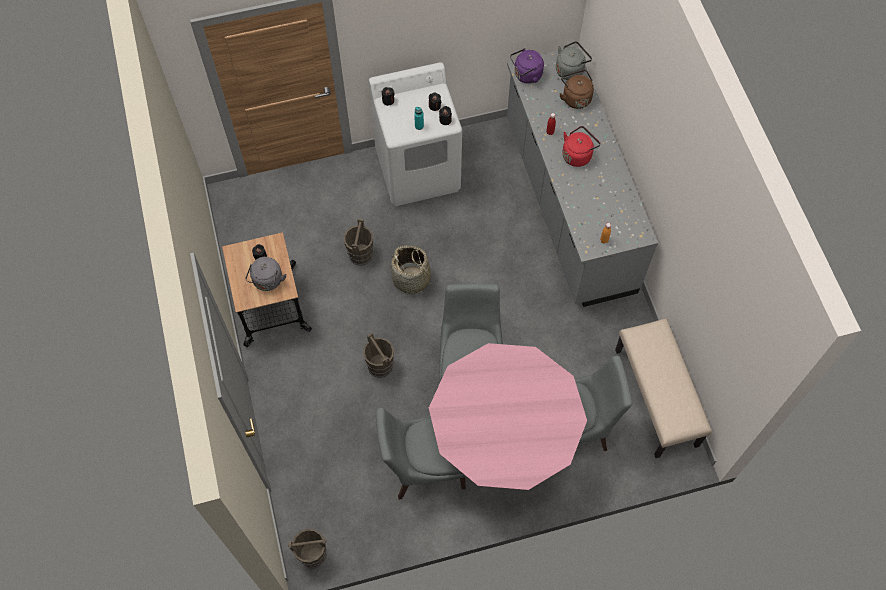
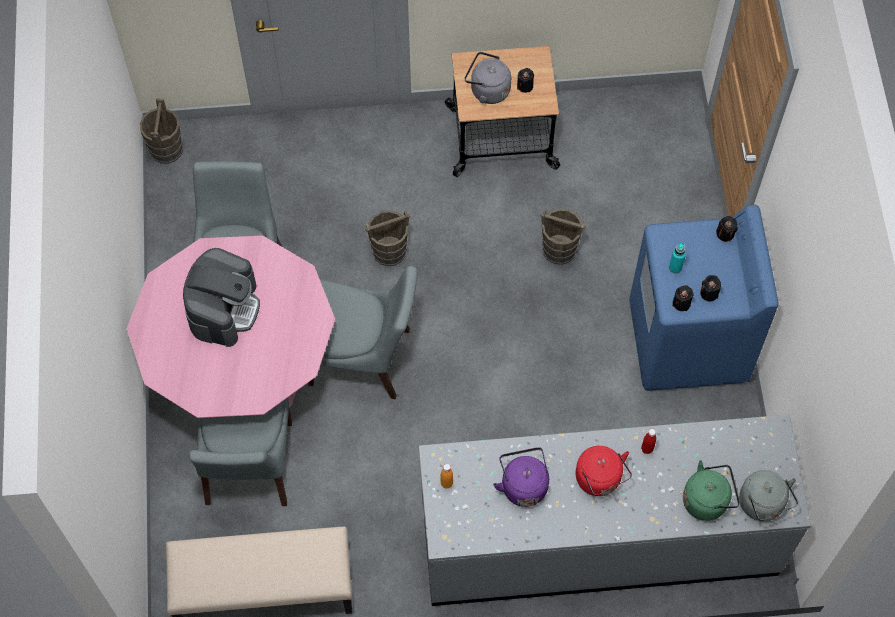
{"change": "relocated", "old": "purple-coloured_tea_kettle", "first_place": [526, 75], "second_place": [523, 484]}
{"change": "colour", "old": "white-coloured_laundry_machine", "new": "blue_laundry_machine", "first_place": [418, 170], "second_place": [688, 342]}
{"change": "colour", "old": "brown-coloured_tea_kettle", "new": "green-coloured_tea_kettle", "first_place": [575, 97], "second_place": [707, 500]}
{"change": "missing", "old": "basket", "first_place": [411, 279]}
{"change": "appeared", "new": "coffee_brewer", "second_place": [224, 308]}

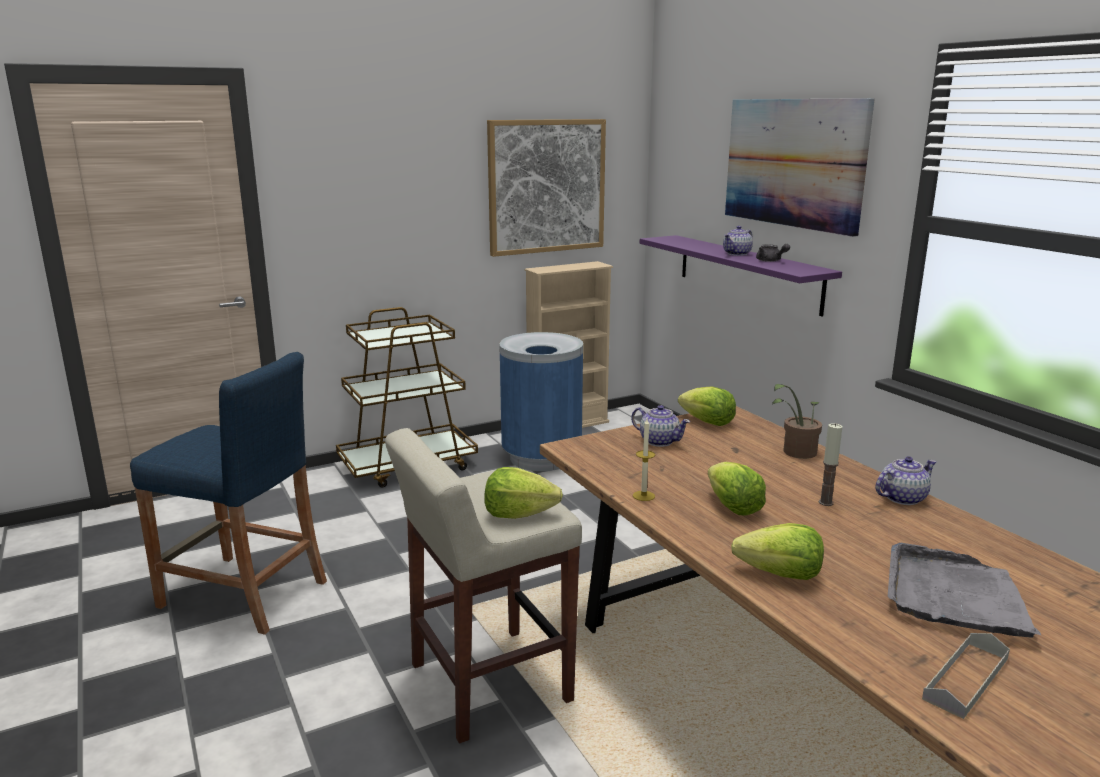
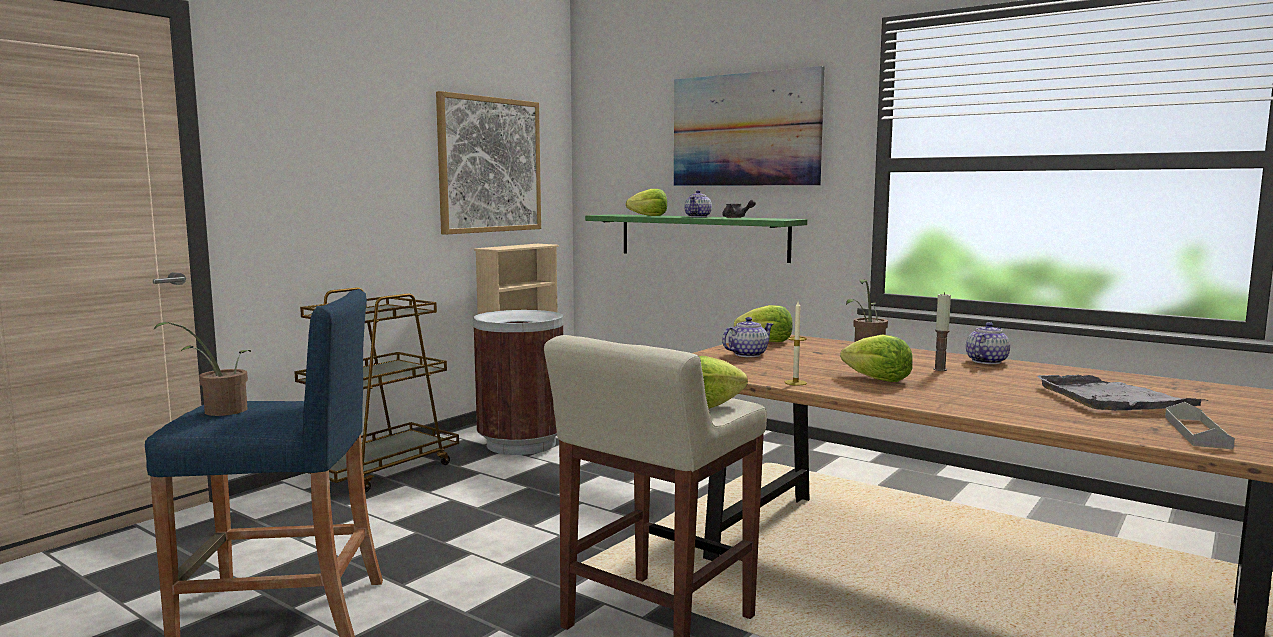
{"change": "colour", "old": "purple-coloured_wall_shelf", "new": "green-coloured_wall_shelf", "first_place": [747, 272], "second_place": [702, 237]}
{"change": "colour", "old": "blue_waste_bin", "new": "brown-coloured_waste_bin", "first_place": [541, 458], "second_place": [521, 444]}
{"change": "spun", "old": "teapot", "first_place": [659, 441], "second_place": [747, 354], "degrees": -45}
{"change": "relocated", "old": "lettuce_head", "first_place": [780, 574], "second_place": [649, 216]}
{"change": "appeared", "new": "houseplant", "second_place": [219, 411]}

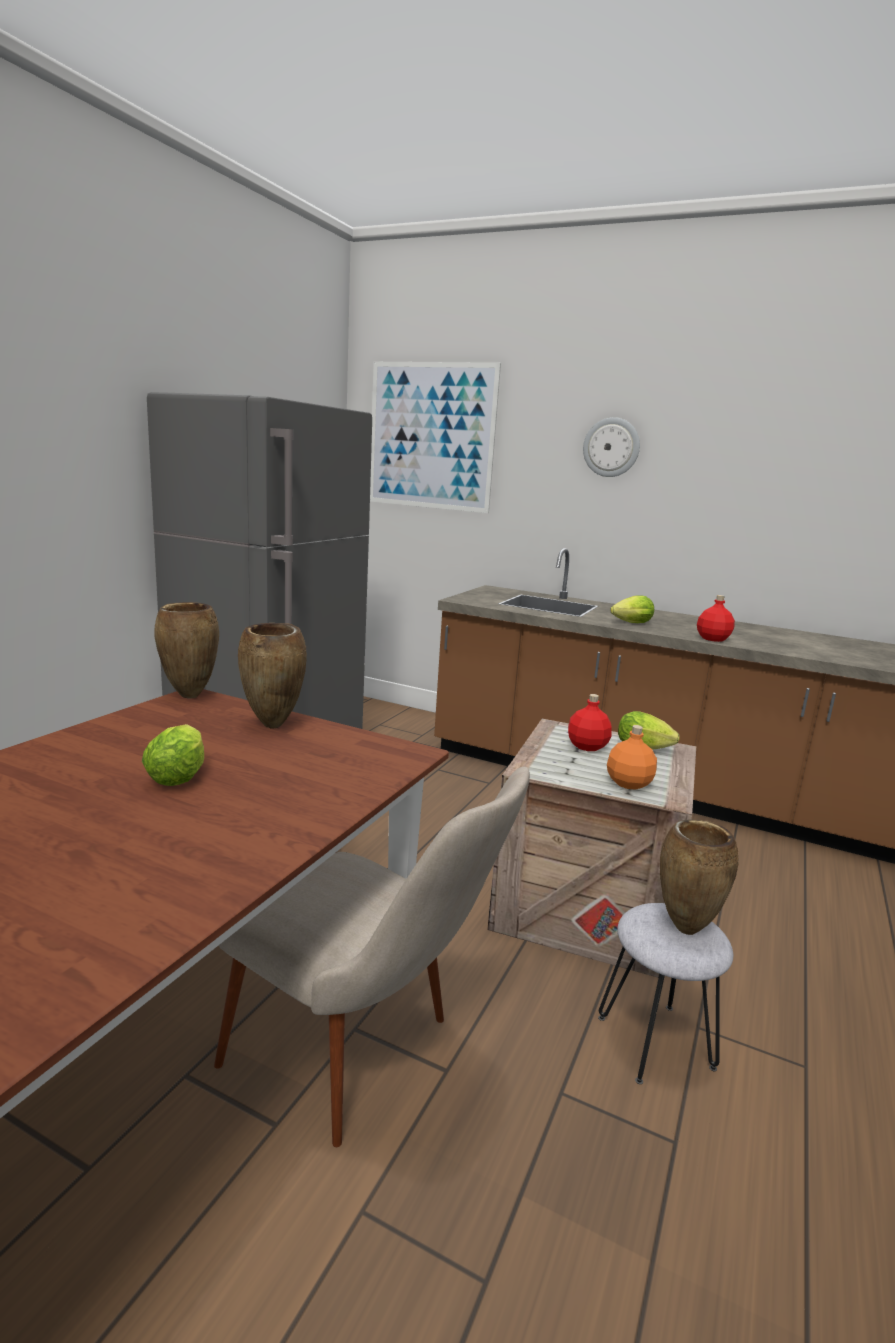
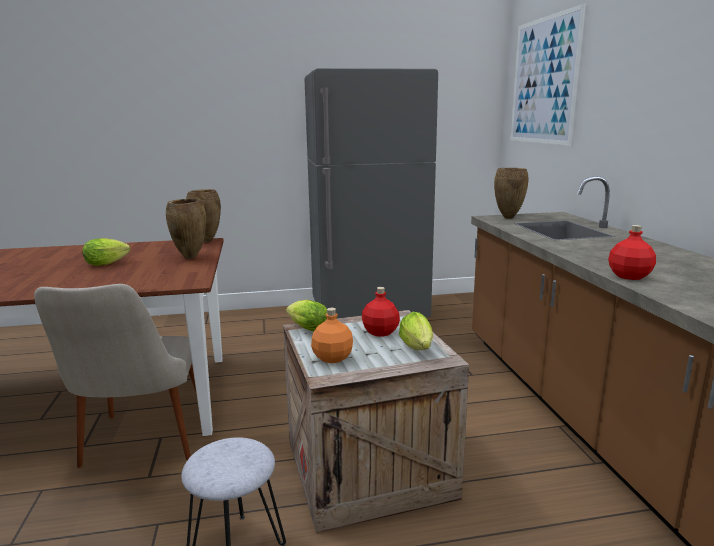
{"change": "missing", "old": "hanging_clock", "first_place": [611, 447]}
{"change": "relocated", "old": "lettuce_head", "first_place": [629, 623], "second_place": [306, 329]}
{"change": "relocated", "old": "brown-coloured_flower_vase", "first_place": [684, 928], "second_place": [508, 218]}

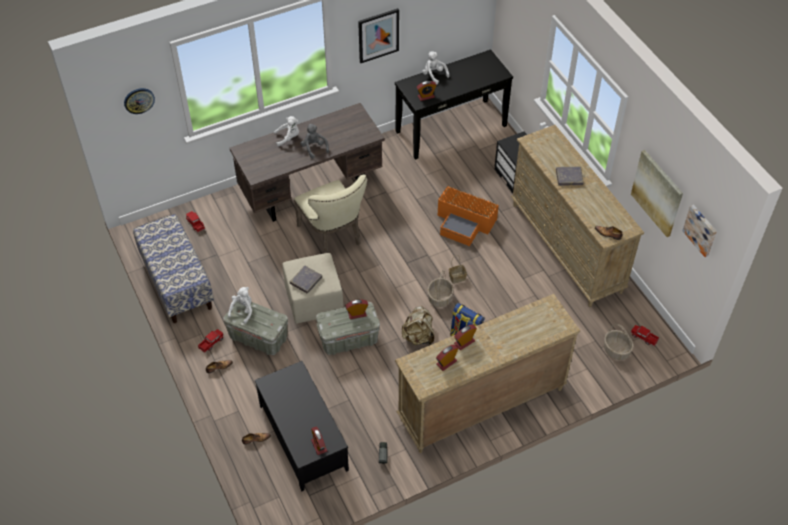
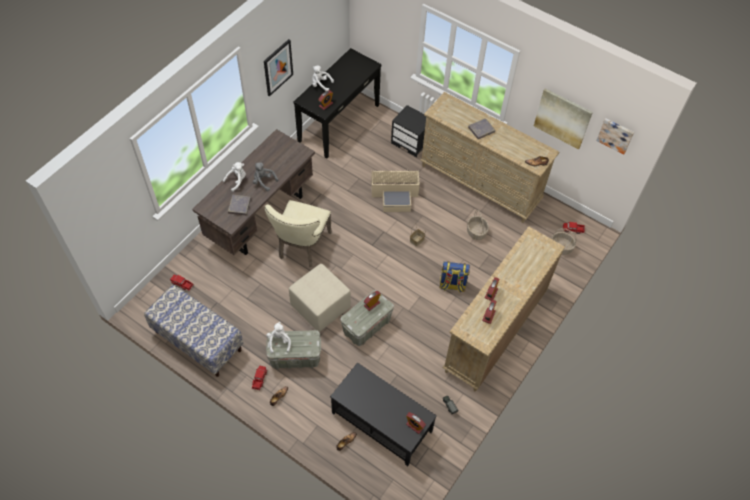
{"change": "missing", "old": "hanging_clock", "first_place": [139, 100]}
{"change": "spun", "old": "beige_plain_chair", "first_place": [333, 236], "second_place": [302, 247], "degrees": 75}
{"change": "colour", "old": "orange-coloured_storage_bin", "new": "beige_storage_bin", "first_place": [465, 222], "second_place": [395, 194]}
{"change": "relocated", "old": "grey_bound_book", "first_place": [306, 281], "second_place": [239, 206]}
{"change": "relocated", "old": "basket", "first_place": [440, 298], "second_place": [476, 232]}
{"change": "missing", "old": "beige_backpack", "first_place": [418, 336]}

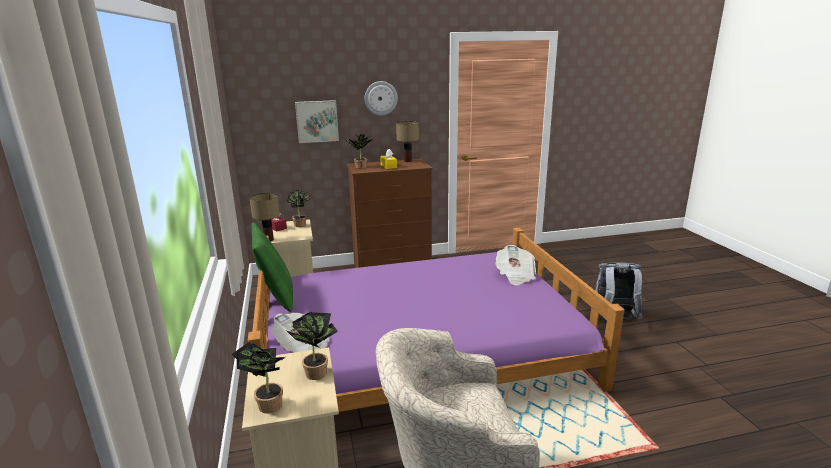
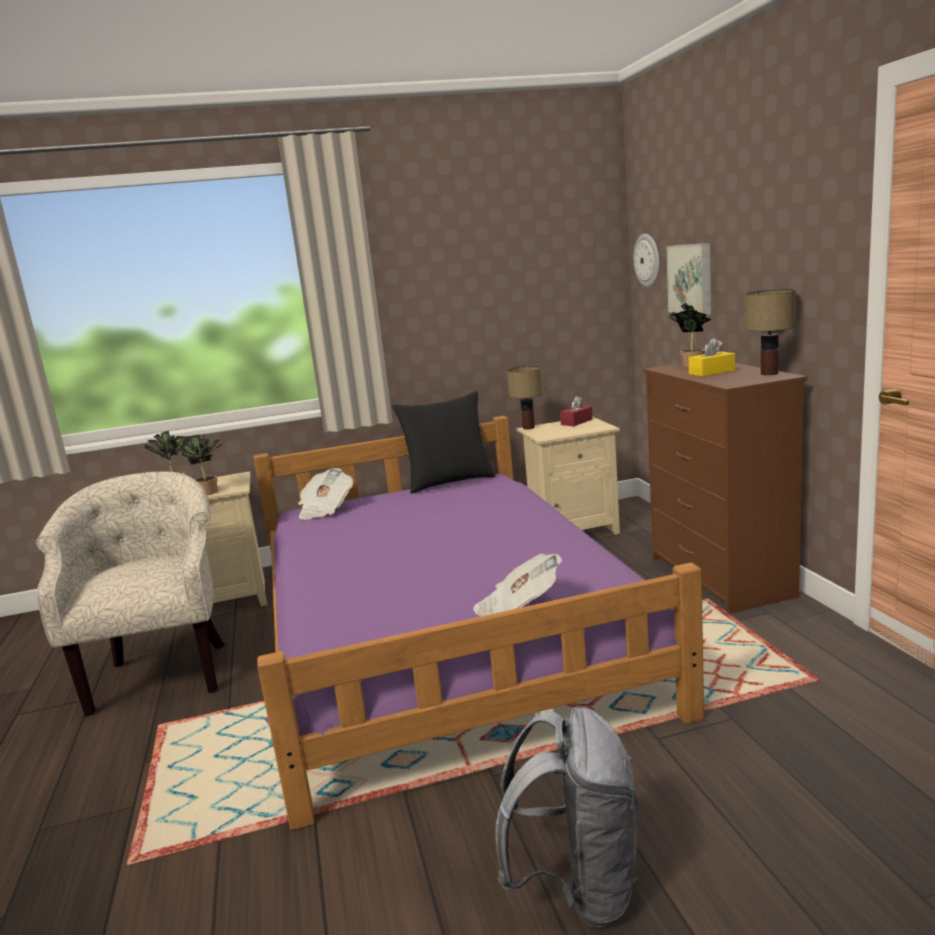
{"change": "relocated", "old": "hanging_clock", "first_place": [380, 98], "second_place": [647, 260]}
{"change": "missing", "old": "houseplant", "first_place": [302, 225]}
{"change": "colour", "old": "green-coloured_throw_pillow", "new": "black-coloured_throw_pillow", "first_place": [276, 296], "second_place": [449, 482]}

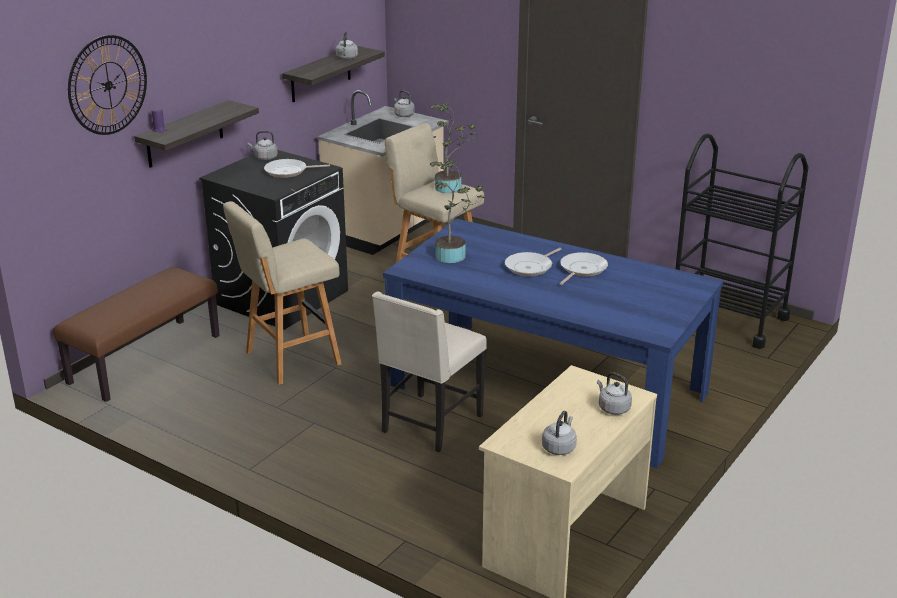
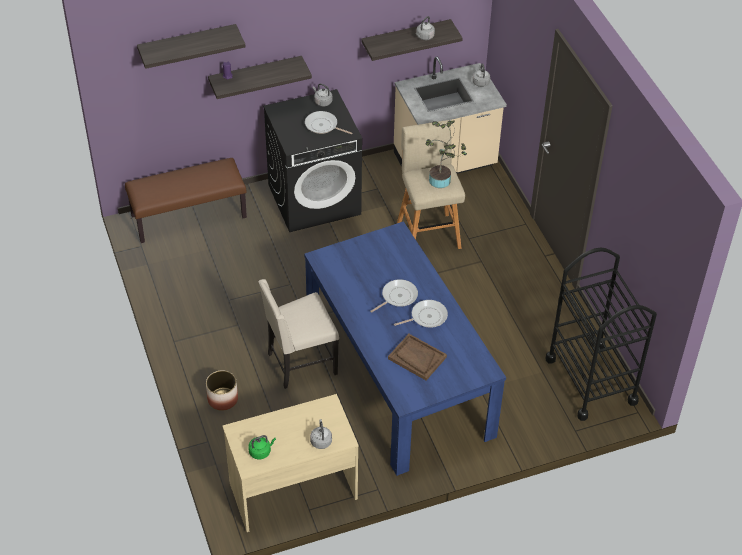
{"change": "exchanged", "old": "hanging_clock", "new": "wall_shelf", "first_place": [108, 85], "second_place": [188, 45]}
{"change": "missing", "old": "houseplant", "first_place": [454, 255]}
{"change": "missing", "old": "beige_sitting_stool", "first_place": [290, 359]}
{"change": "spun", "old": "pan", "first_place": [530, 267], "second_place": [397, 297], "degrees": 150}
{"change": "colour", "old": "grey_tea_kettle", "new": "green-coloured_tea_kettle", "first_place": [559, 447], "second_place": [261, 451]}
{"change": "appeared", "new": "brown-coloured_serving_tray", "second_place": [417, 358]}
{"change": "appeared", "new": "planter", "second_place": [222, 399]}

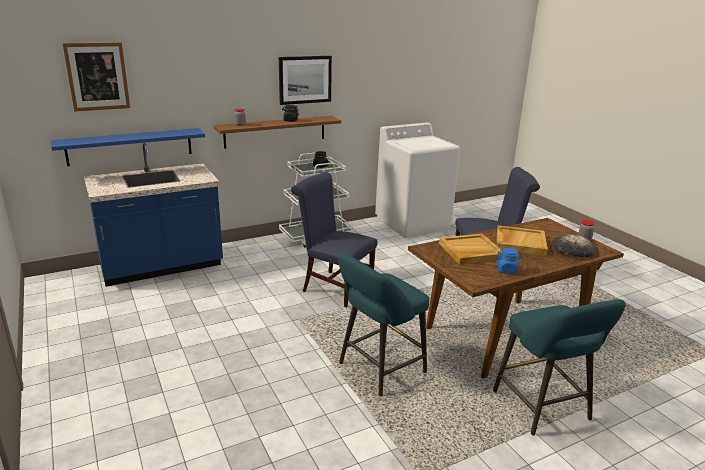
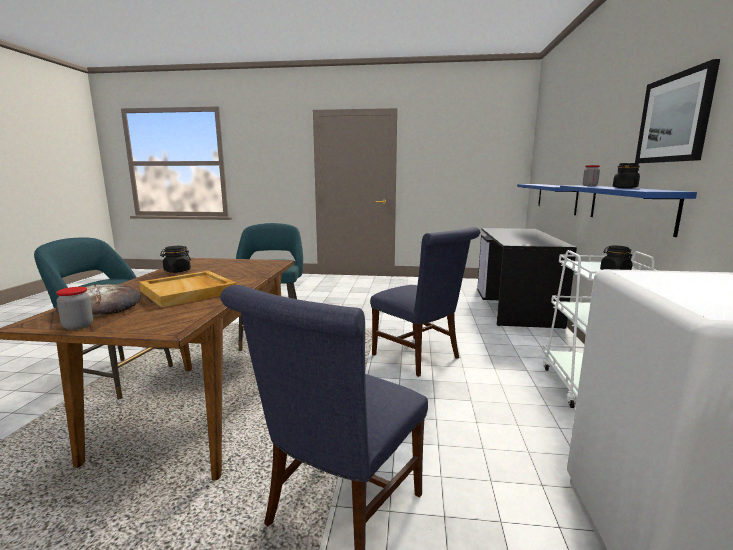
{"change": "missing", "old": "picture", "first_place": [97, 76]}
{"change": "colour", "old": "brown-coloured_wall_shelf", "new": "blue_wall_shelf", "first_place": [275, 131], "second_place": [628, 206]}
{"change": "exchanged", "old": "blue_kitchen_counter", "new": "black-coloured_desk_unit", "first_place": [162, 267], "second_place": [516, 306]}
{"change": "spun", "old": "blue_plain_chair", "first_place": [333, 286], "second_place": [420, 357], "degrees": 75}
{"change": "missing", "old": "beige_serving_tray", "first_place": [470, 251]}
{"change": "colour", "old": "blue_jar", "new": "black-coloured_jar", "first_place": [507, 270], "second_place": [177, 271]}

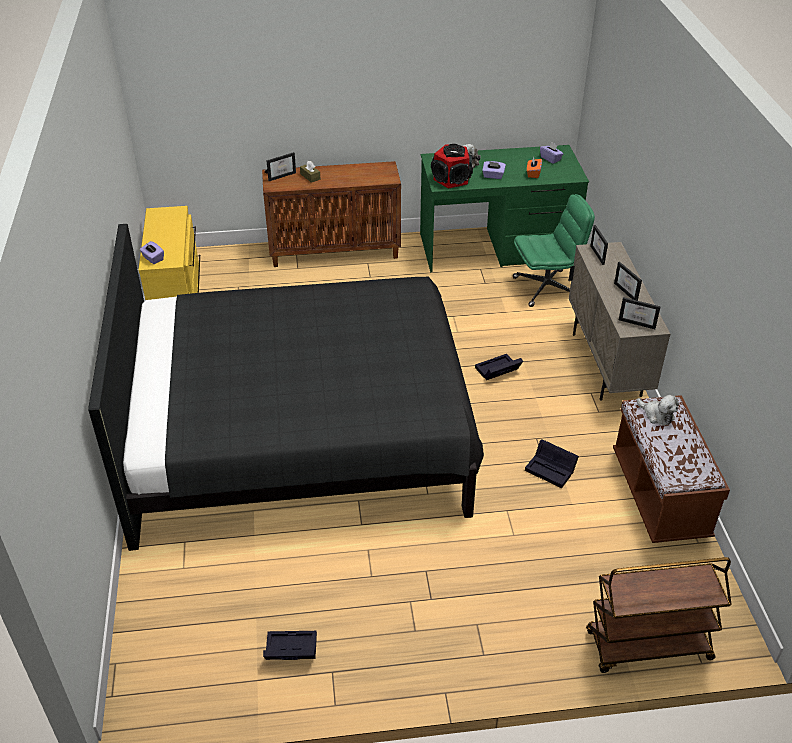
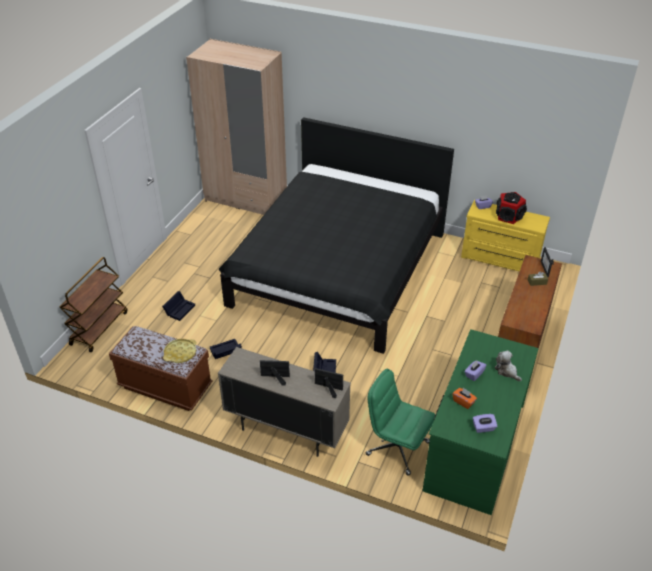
{"change": "relocated", "old": "speaker", "first_place": [451, 179], "second_place": [509, 216]}
{"change": "spun", "old": "green-coloured_desk_chair", "first_place": [546, 288], "second_place": [397, 448], "degrees": 105}
{"change": "missing", "old": "standing_frame", "first_place": [638, 322]}
{"change": "exchanged", "old": "plush_toy", "new": "yellowish_serving_tray", "first_place": [657, 415], "second_place": [180, 353]}
{"change": "relocated", "old": "black-coloured_storage_bin", "first_place": [289, 651], "second_place": [180, 309]}
{"change": "appeared", "new": "beige_clothes_cupboard", "second_place": [246, 198]}

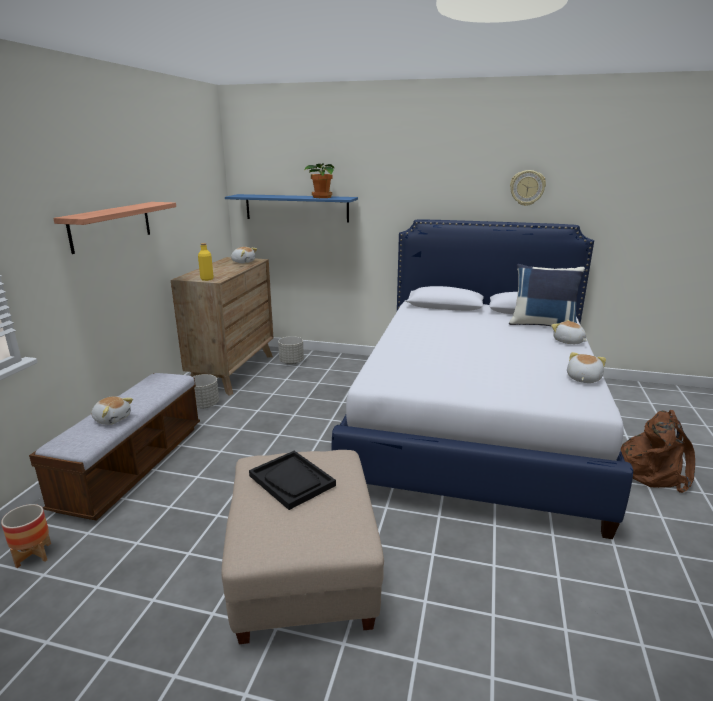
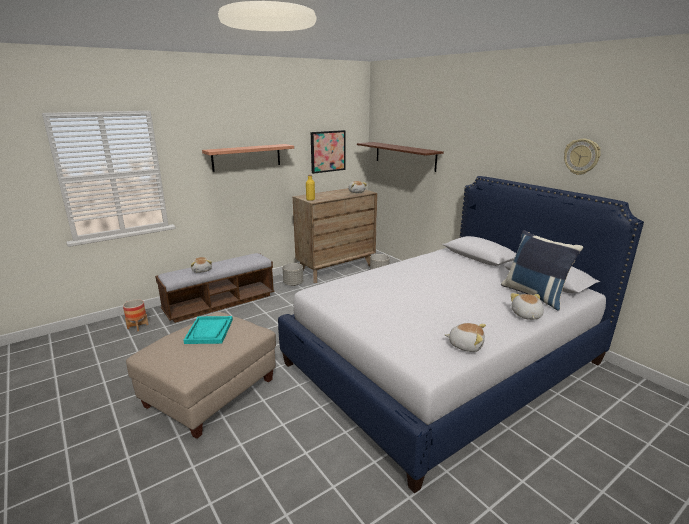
{"change": "missing", "old": "houseplant", "first_place": [321, 197]}
{"change": "colour", "old": "blue_wall_shelf", "new": "brown-coloured_wall_shelf", "first_place": [296, 208], "second_place": [404, 156]}
{"change": "spun", "old": "plush_toy", "first_place": [582, 379], "second_place": [465, 345], "degrees": 45}
{"change": "missing", "old": "brown-coloured_backpack", "first_place": [653, 471]}
{"change": "colour", "old": "black-coloured_serving_tray", "new": "blue-green_serving_tray", "first_place": [292, 481], "second_place": [209, 331]}
{"change": "appeared", "new": "picture", "second_place": [327, 151]}

